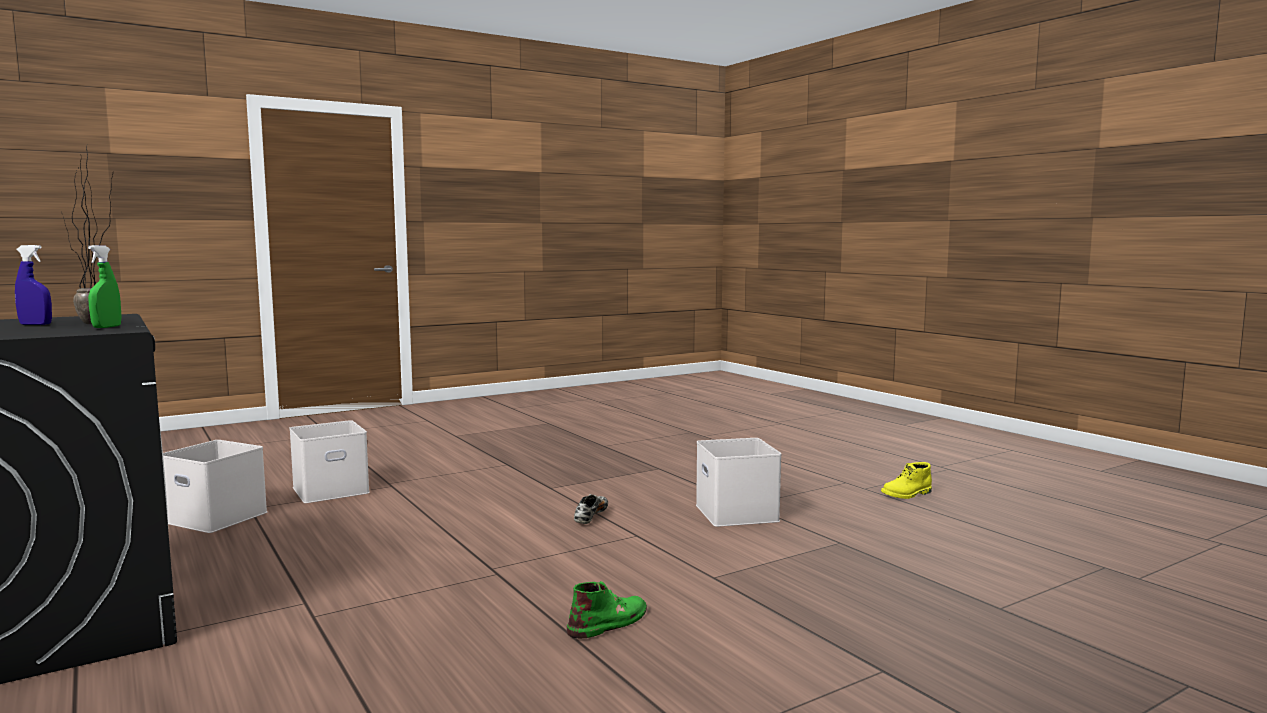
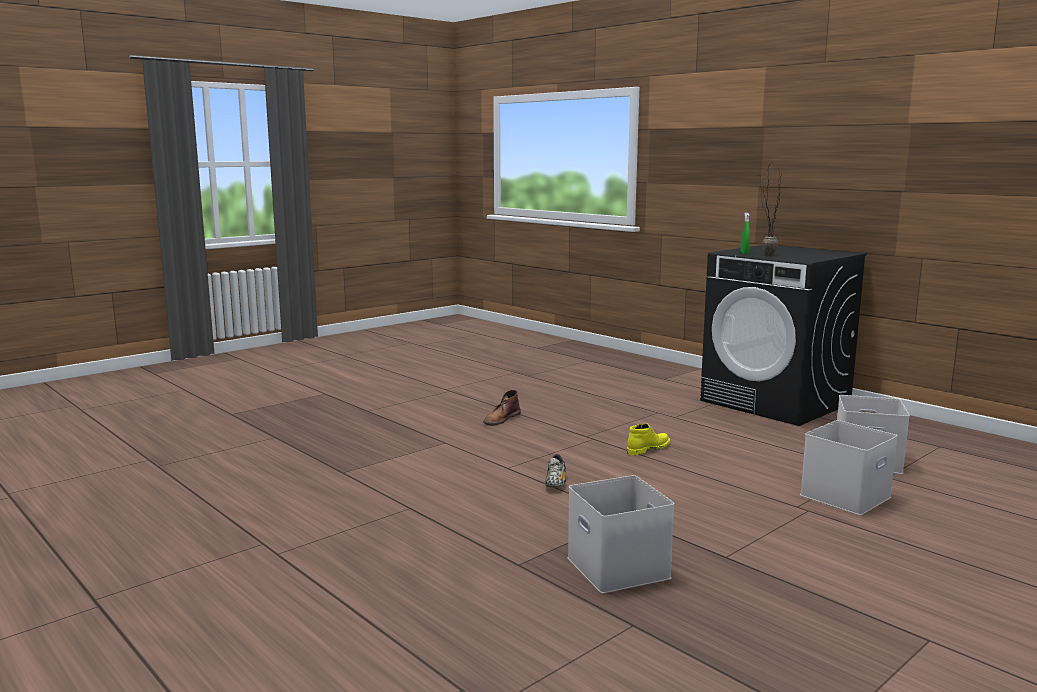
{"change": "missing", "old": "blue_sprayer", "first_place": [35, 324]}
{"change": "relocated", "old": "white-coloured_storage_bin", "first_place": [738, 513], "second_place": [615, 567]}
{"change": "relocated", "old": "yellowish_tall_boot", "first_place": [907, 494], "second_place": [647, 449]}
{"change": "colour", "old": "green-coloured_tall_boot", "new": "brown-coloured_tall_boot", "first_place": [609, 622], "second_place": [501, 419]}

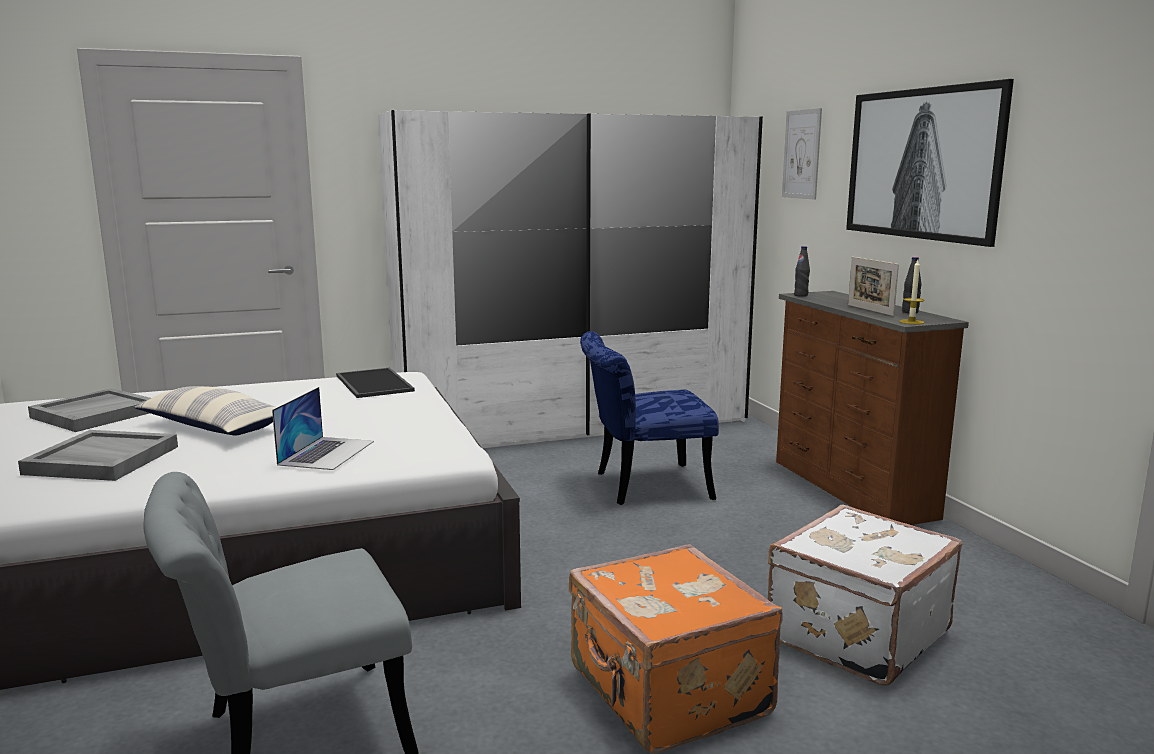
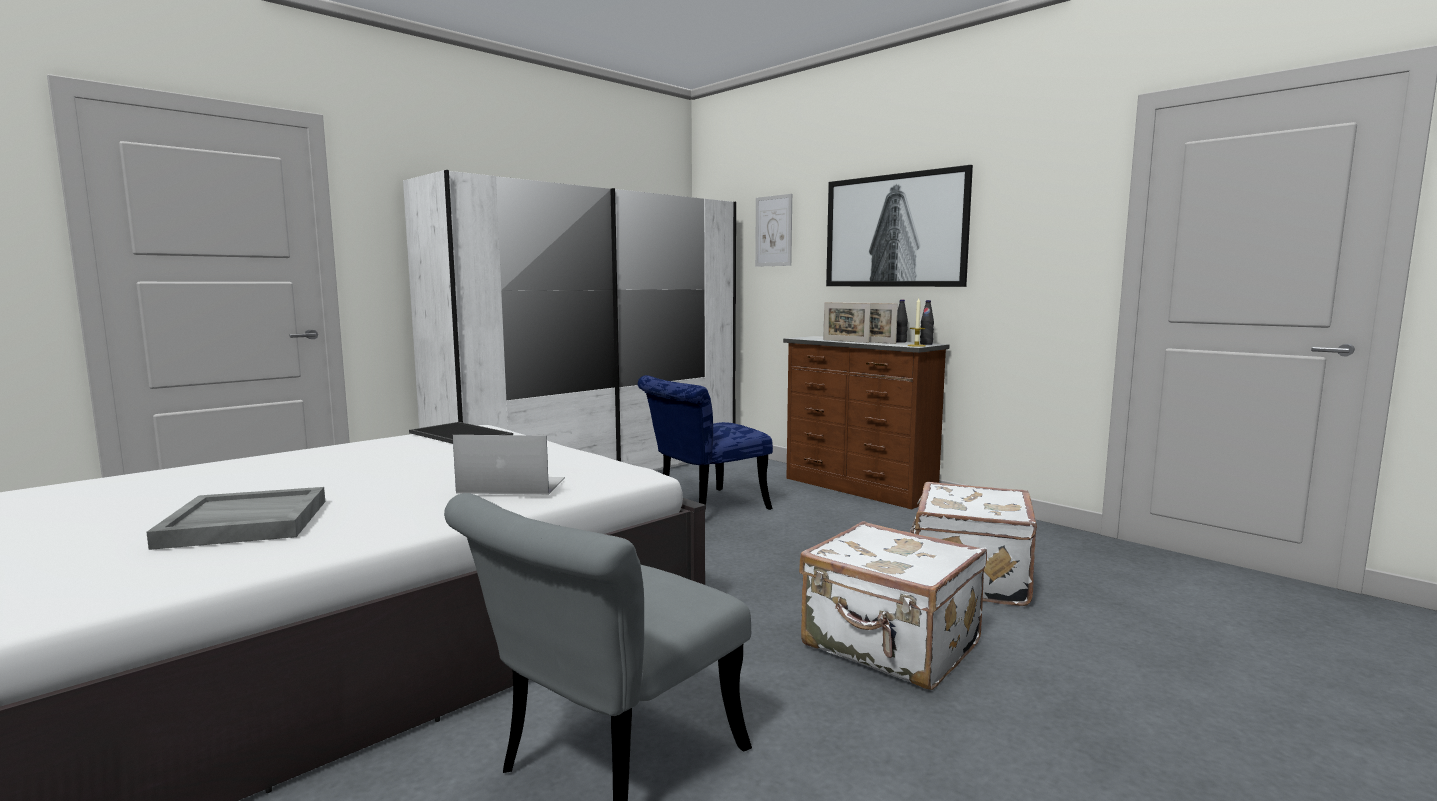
{"change": "relocated", "old": "black-coloured_drink_bottle", "first_place": [801, 295], "second_place": [926, 344]}
{"change": "missing", "old": "throw_pillow", "first_place": [212, 427]}
{"change": "spun", "old": "portable_computer", "first_place": [327, 452], "second_place": [511, 485], "degrees": -75}
{"change": "missing", "old": "grey_serving_tray", "first_place": [95, 414]}
{"change": "colour", "old": "orange-coloured_travel_case", "new": "white-coloured_travel_case", "first_place": [666, 693], "second_place": [890, 646]}
{"change": "appeared", "new": "standing_frame", "second_place": [845, 341]}

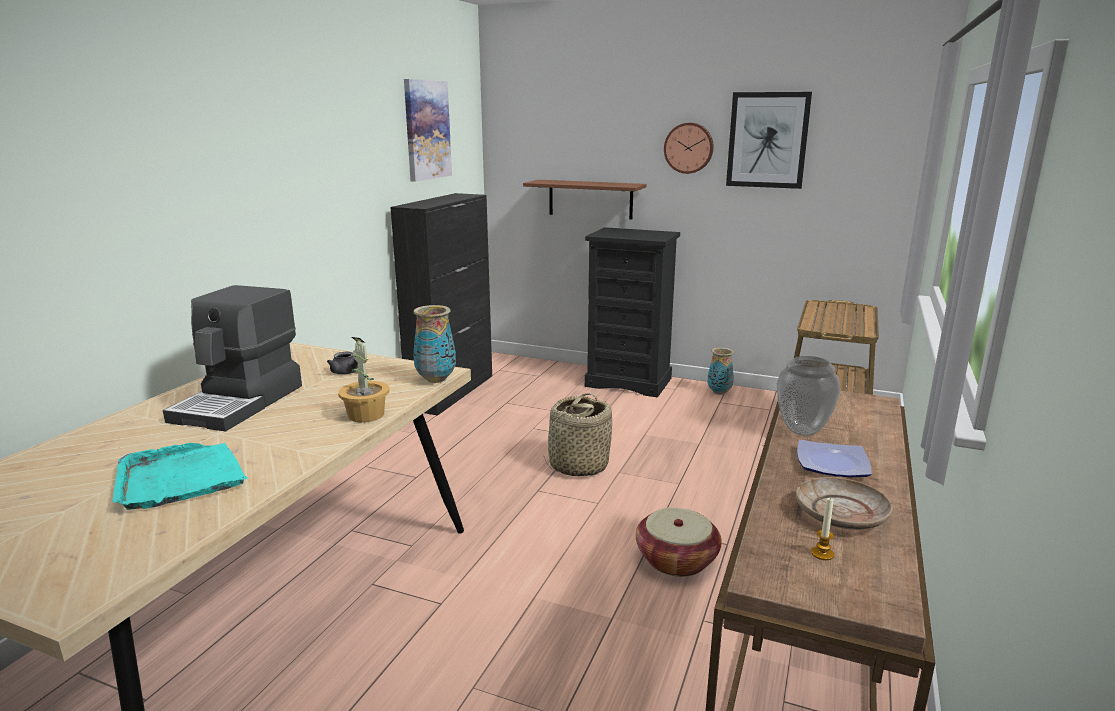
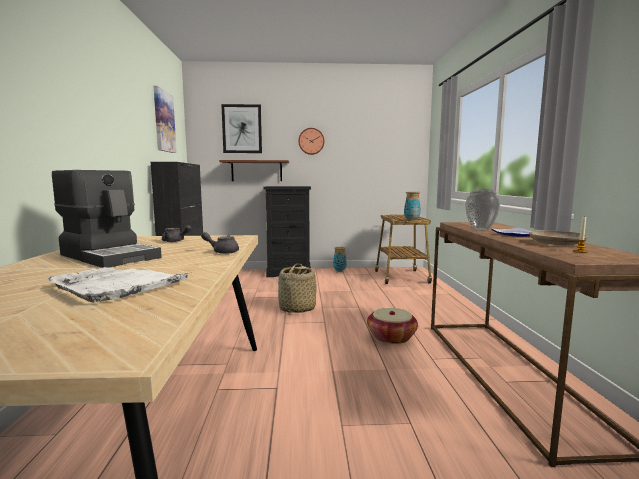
{"change": "relocated", "old": "picture", "first_place": [767, 140], "second_place": [242, 129]}
{"change": "spun", "old": "coffee_brewer", "first_place": [240, 403], "second_place": [111, 256], "degrees": -45}
{"change": "relocated", "old": "flower_vase", "first_place": [436, 379], "second_place": [411, 220]}
{"change": "exchanged", "old": "houseplant", "new": "grey_teapot", "first_place": [365, 415], "second_place": [222, 251]}
{"change": "colour", "old": "blue-green_serving_tray", "new": "white-coloured_serving_tray", "first_place": [180, 479], "second_place": [119, 286]}

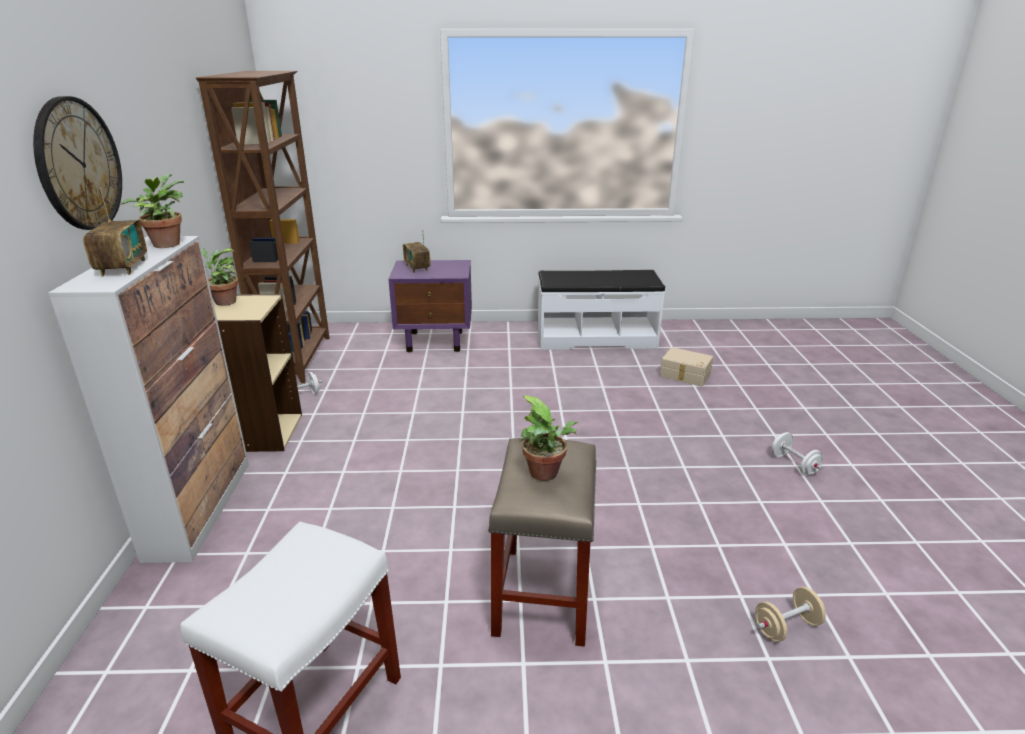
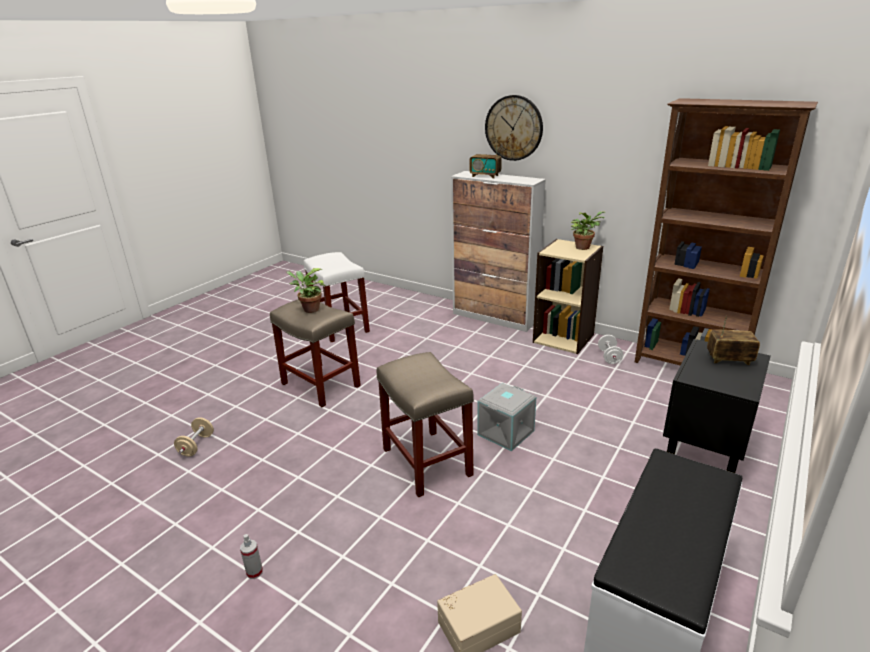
{"change": "missing", "old": "houseplant", "first_place": [167, 244]}
{"change": "colour", "old": "purple-coloured_night_table", "new": "black-coloured_night_table", "first_place": [436, 341], "second_place": [704, 449]}
{"change": "exchanged", "old": "white-coloured_dumbbell", "new": "sprayer", "first_place": [794, 464], "second_place": [254, 572]}
{"change": "appeared", "new": "beige_sitting_stool", "second_place": [425, 461]}
{"change": "appeared", "new": "grey_storage_bin", "second_place": [506, 433]}

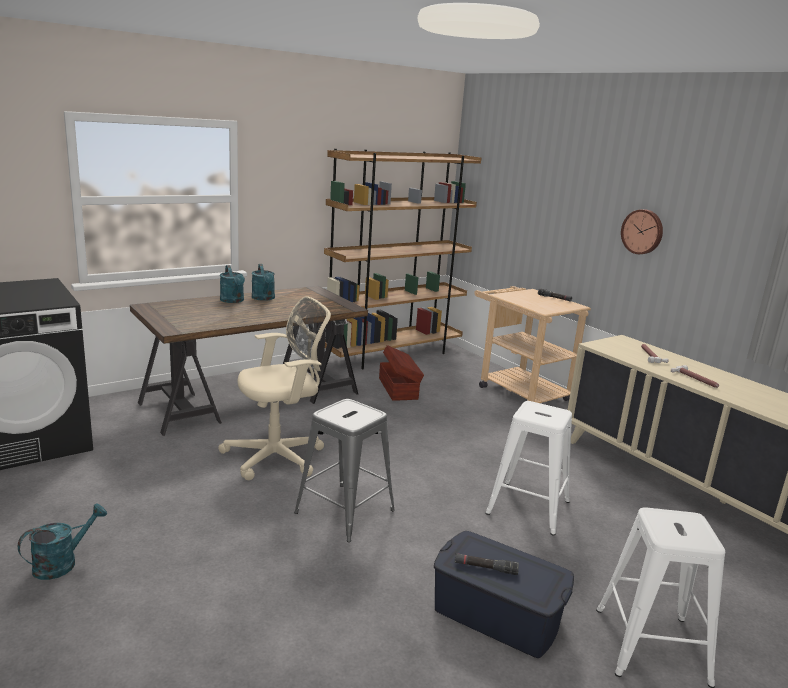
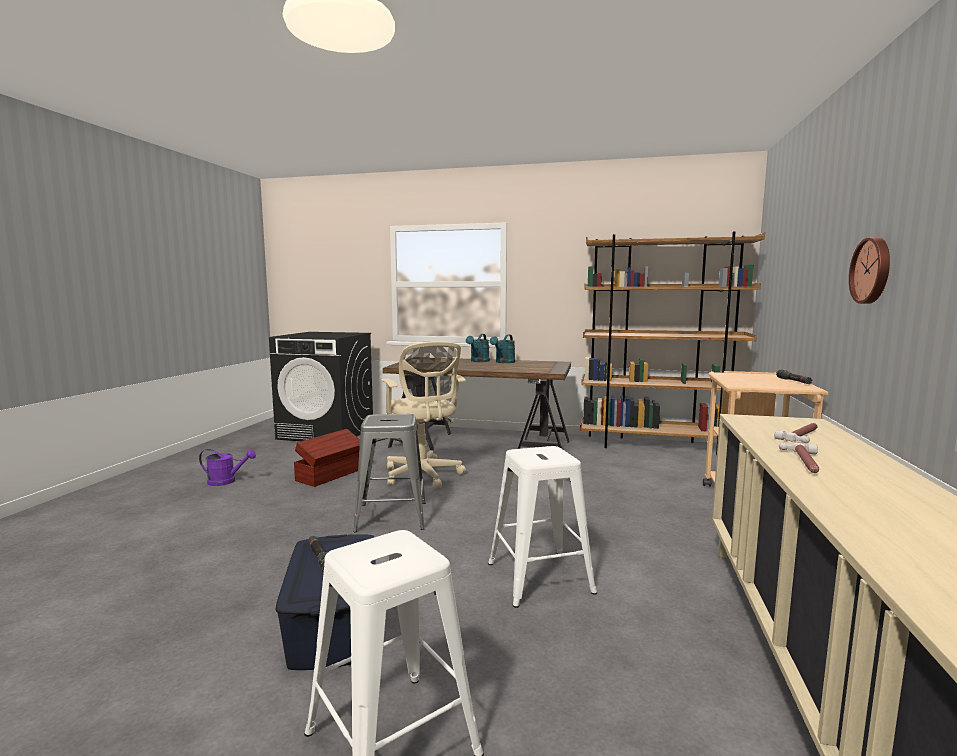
{"change": "spun", "old": "beige_desk_chair", "first_place": [279, 457], "second_place": [423, 476], "degrees": 45}
{"change": "relocated", "old": "brown-coloured_storage_bin", "first_place": [398, 388], "second_place": [331, 475]}
{"change": "colour", "old": "blue-green_sprinkling_can", "new": "purple-coloured_sprinkling_can", "first_place": [62, 563], "second_place": [226, 481]}

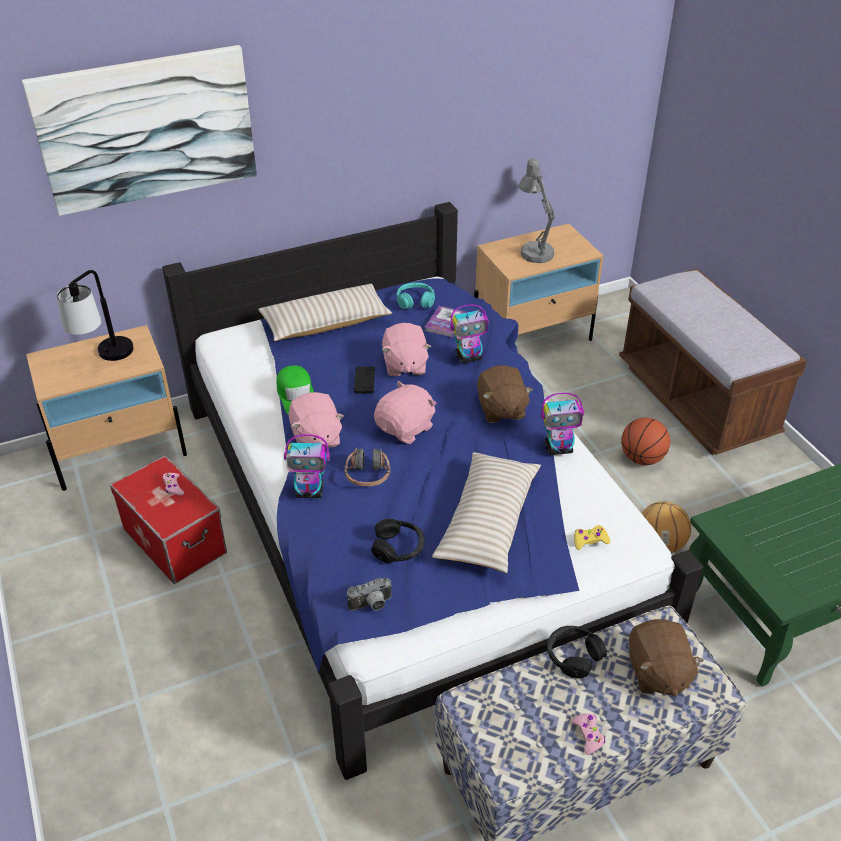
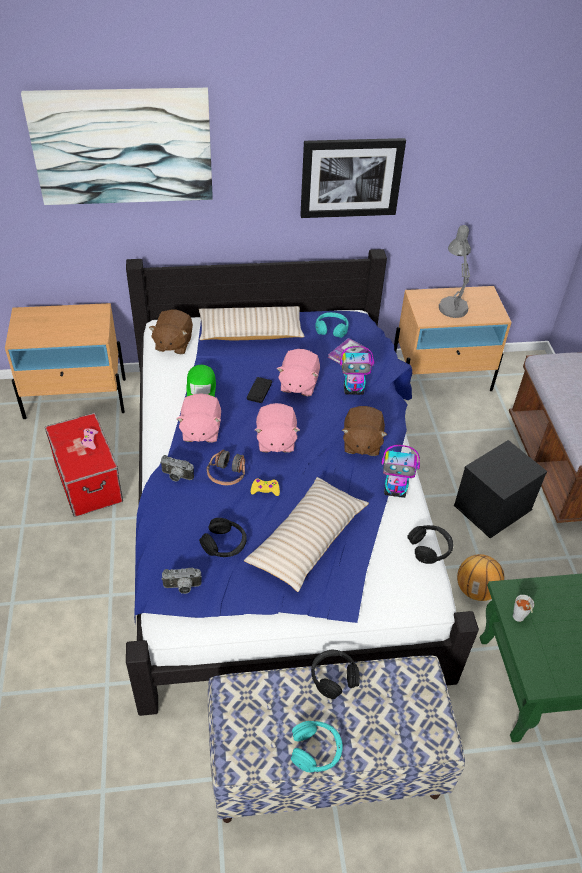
{"change": "missing", "old": "lamp_for_a_table", "first_place": [106, 360]}
{"change": "spun", "old": "pinkish_plush_toy", "first_place": [406, 428], "second_place": [275, 441], "degrees": 120}
{"change": "exchanged", "old": "basketball_ball", "new": "black-coloured_storage_bin", "first_place": [642, 458], "second_place": [492, 508]}
{"change": "exchanged", "old": "model_robot", "new": "still_camera", "first_place": [310, 492], "second_place": [176, 477]}
{"change": "relocated", "old": "yellowish_joypad", "first_place": [590, 540], "second_place": [265, 490]}
{"change": "relocated", "old": "brown-coloured_plush_toy", "first_place": [657, 672], "second_place": [173, 344]}
{"change": "exchanged", "old": "pinkish_joypad", "new": "blue-green_pair_of_headphones", "first_place": [588, 735], "second_place": [316, 750]}
{"change": "appeared", "new": "picture", "second_place": [351, 177]}
{"change": "appeared", "new": "black-coloured_pair_of_headphones", "second_place": [430, 548]}
{"change": "appeared", "new": "grey_small_cup", "second_place": [518, 619]}

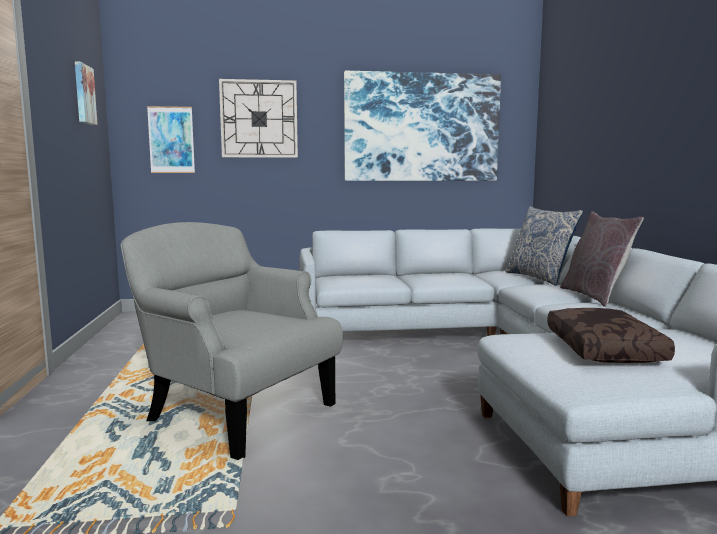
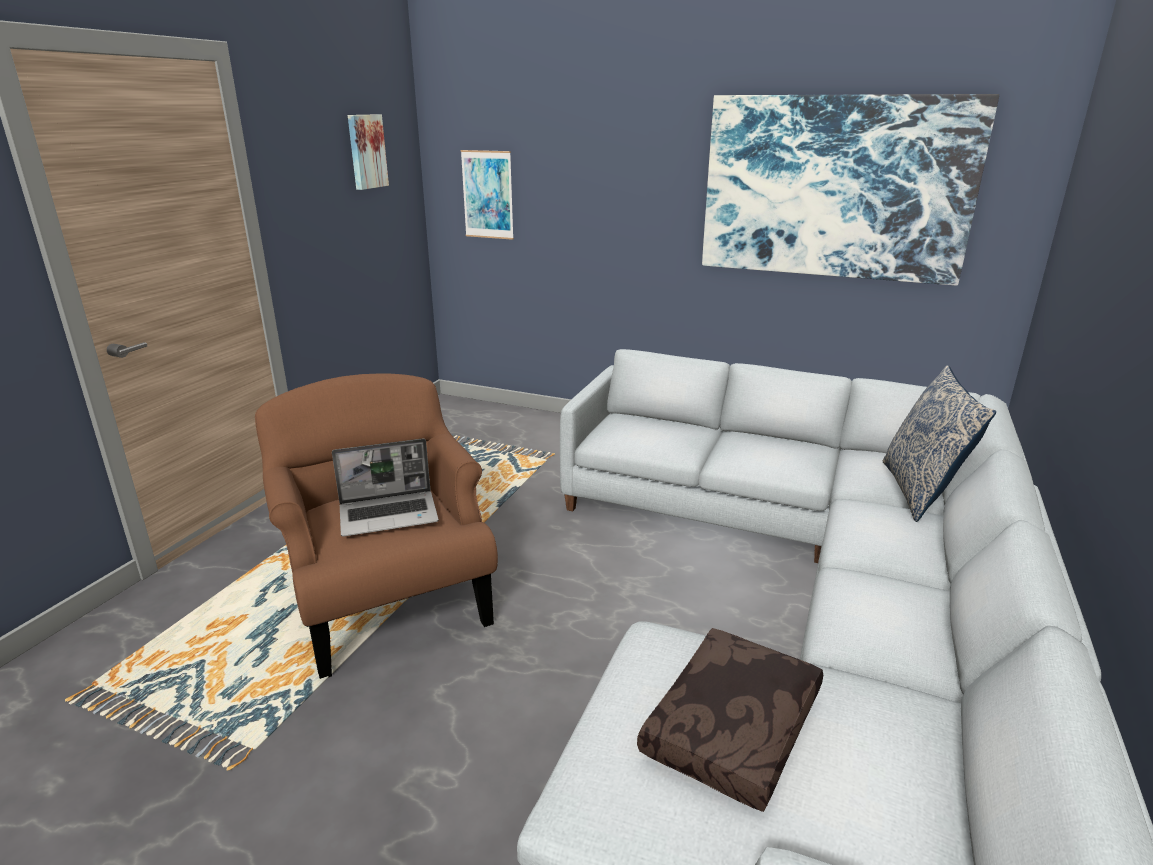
{"change": "missing", "old": "hanging_clock", "first_place": [259, 119]}
{"change": "missing", "old": "grey_throw_pillow", "first_place": [595, 296]}
{"change": "colour", "old": "grey_easy_chair", "new": "brown-coloured_easy_chair", "first_place": [237, 412], "second_place": [389, 602]}
{"change": "appeared", "new": "portable_computer", "second_place": [390, 515]}

